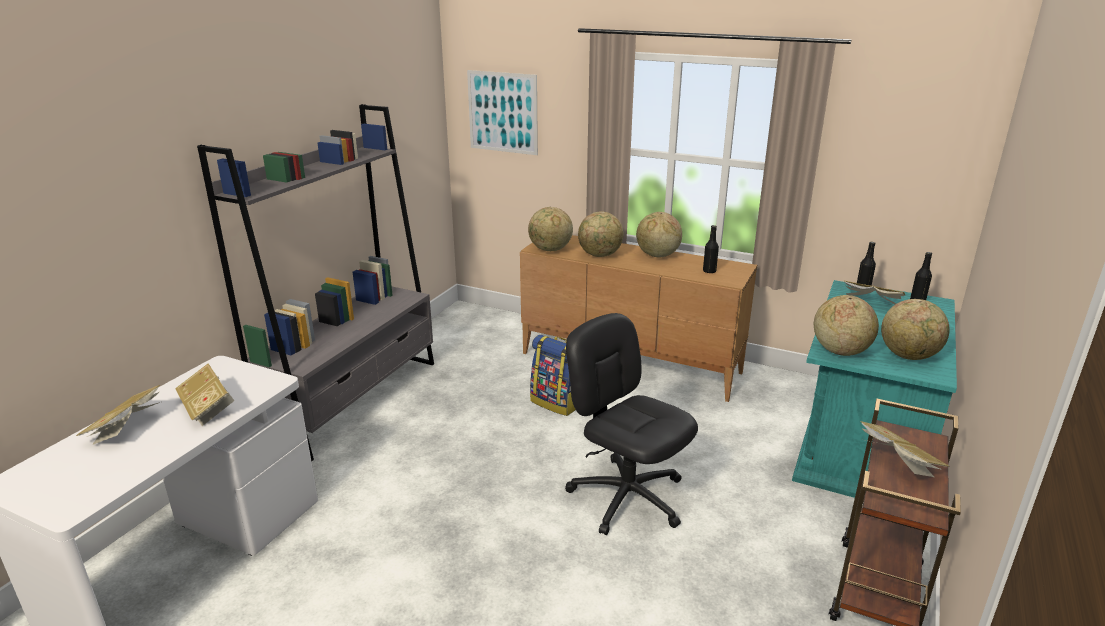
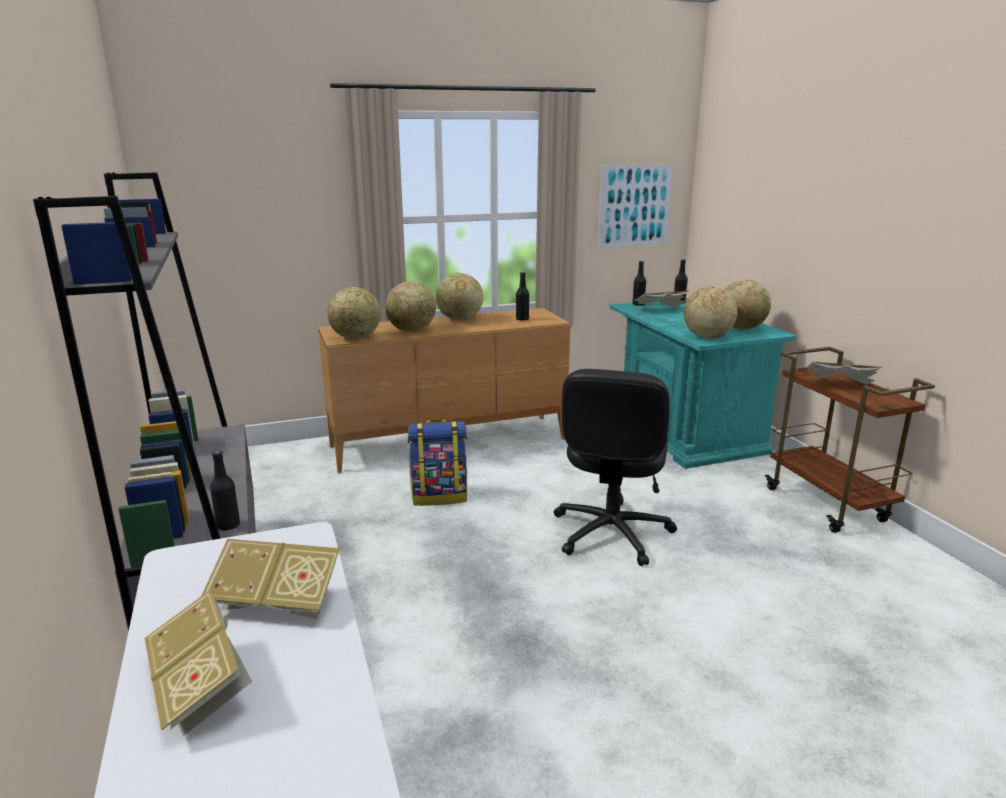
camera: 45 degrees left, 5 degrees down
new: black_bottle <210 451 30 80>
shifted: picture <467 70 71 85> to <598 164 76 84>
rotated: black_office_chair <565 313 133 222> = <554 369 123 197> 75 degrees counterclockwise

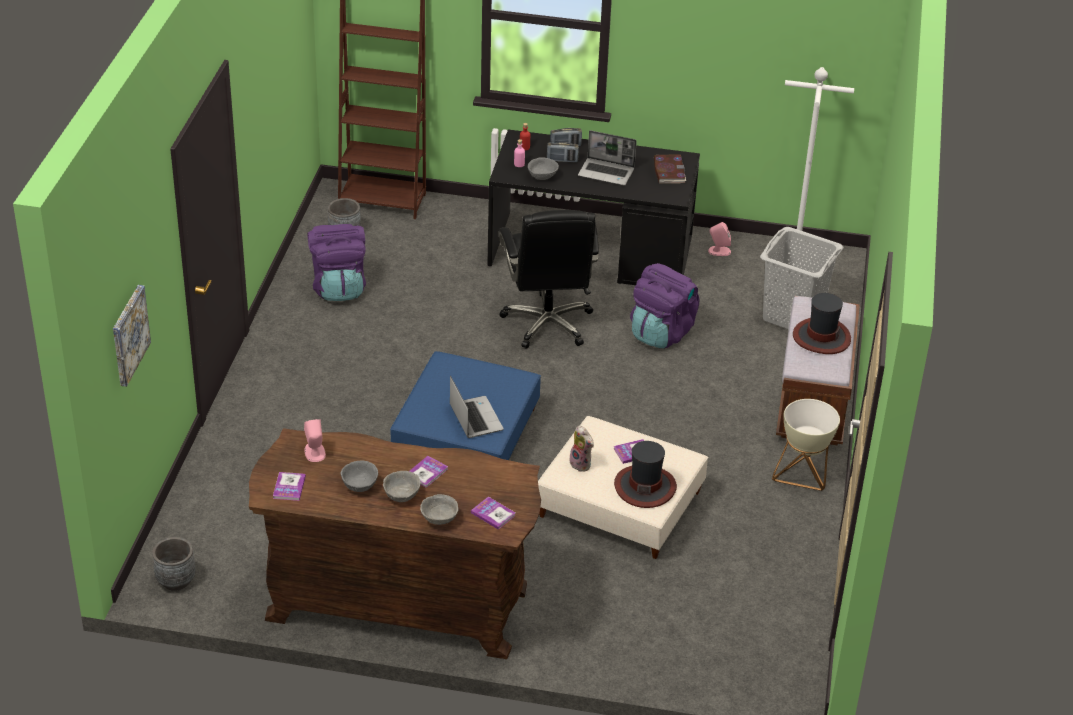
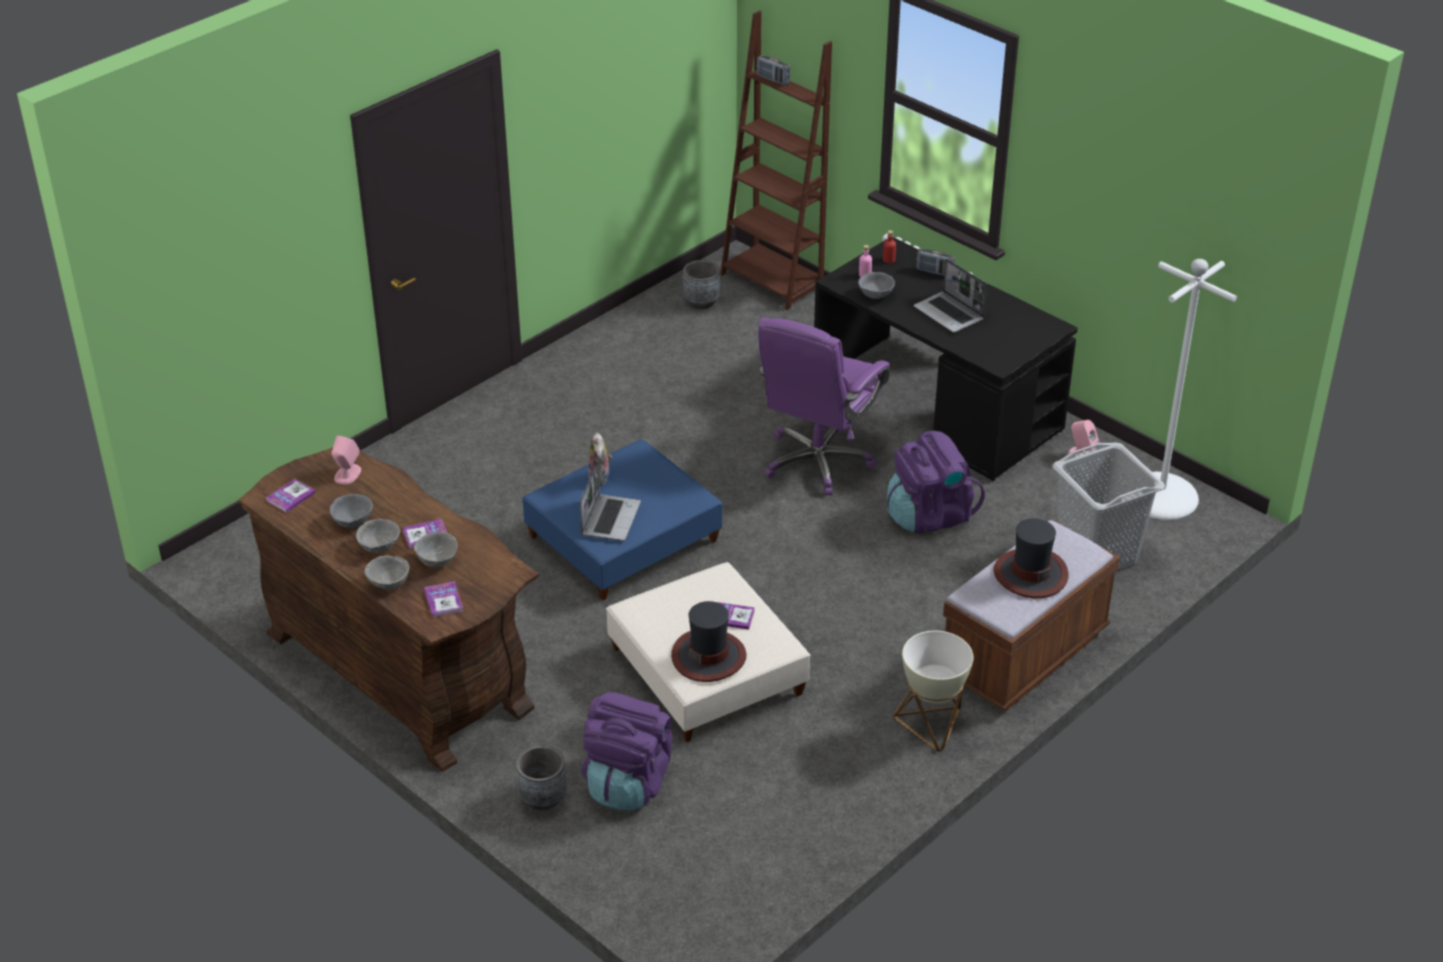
camera: 35 degrees right, 0 degrees up
gone: picture <113 285 38 102>; book <654 155 32 28>
new: grey_bowl <414 532 44 36>
shifted: grey_planter <152 537 44 54> to <516 745 51 66>; purple_backpack <308 224 58 77> to <581 692 91 118>; plush_toy <569 425 25 47> to <588 433 24 53>; radio <547 142 32 21> to <757 55 33 30>
repainted: black_office_chair <499 210 100 139> to purple_office_chair <758 318 132 178>

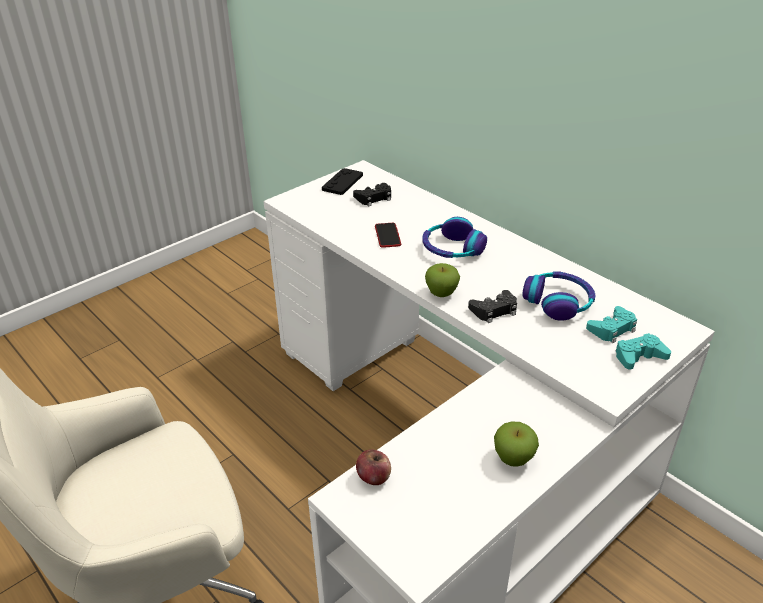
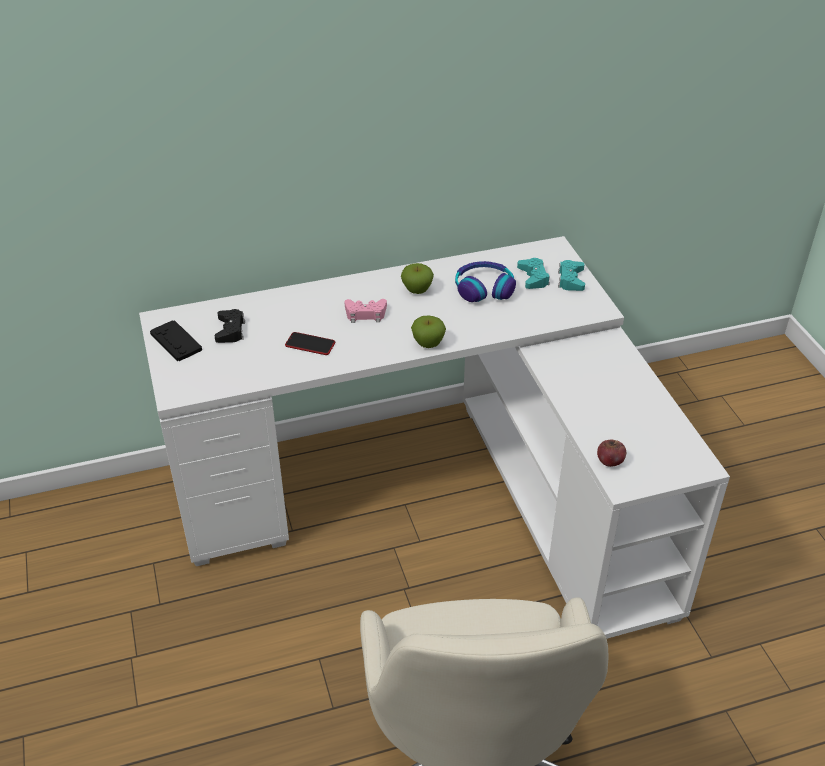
camera: 65 degrees left, 5 degrees up
gone: black_game_controller <468 290 49 33>
shifted: apple <494 422 45 44> to <401 263 33 31>
swapped: headphones <422 217 65 41> to pink_game_controller <344 299 43 24>

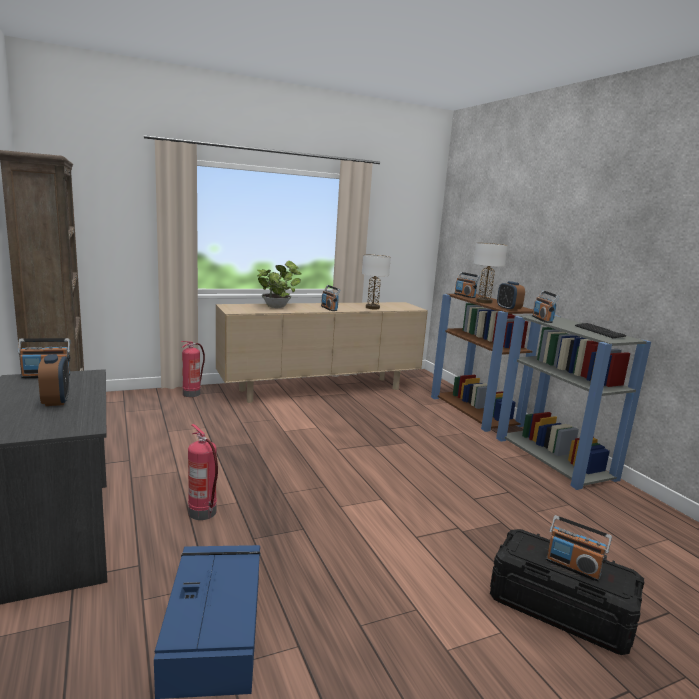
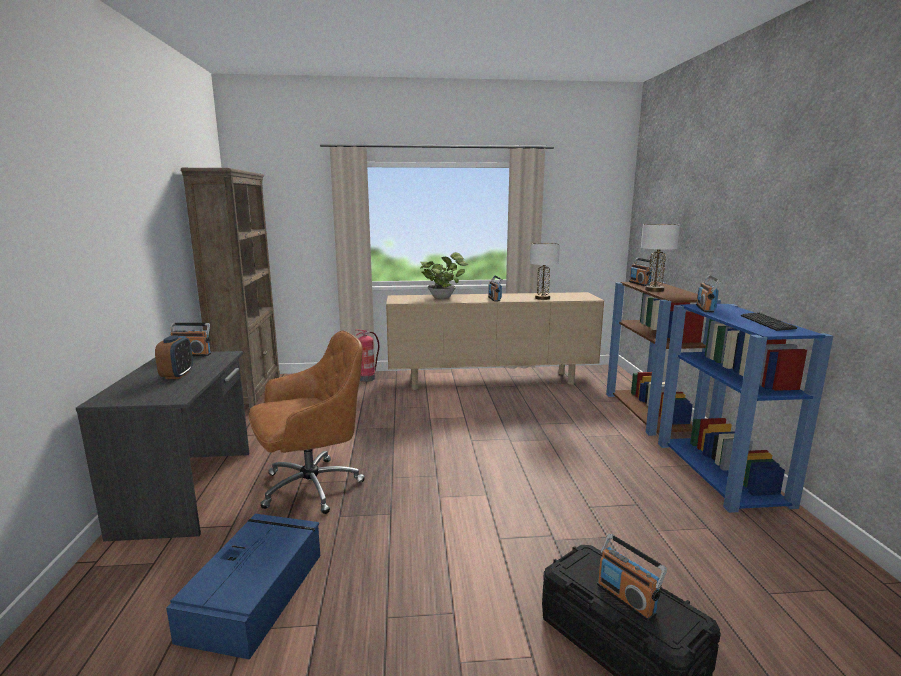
camera: 20 degrees right, 0 degrees up
gone: alarm_clock <497 281 28 30>
swapped: fire_extinguisher <188 424 30 96> to brown_office_chair <249 330 116 184>
repainted: grey_bookcase <496 315 155 175> to blue_bookcase <658 304 175 209>

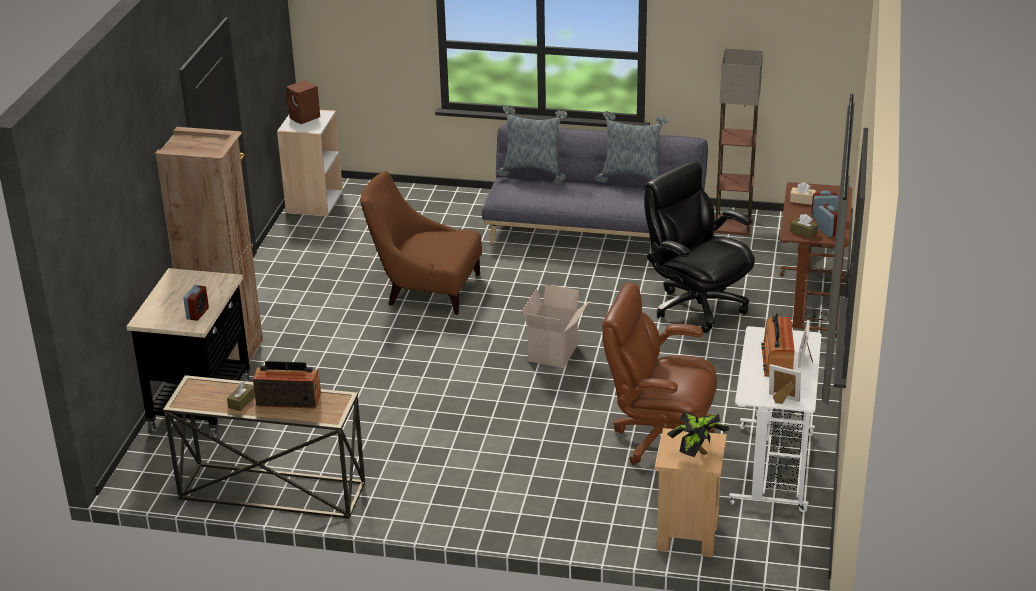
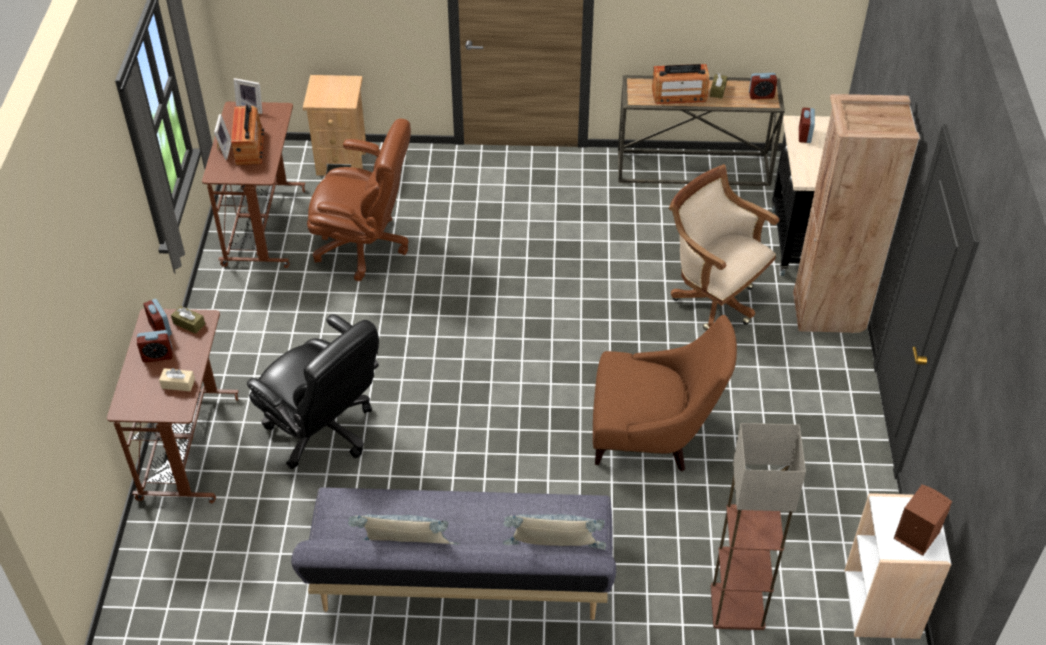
camera: 170 degrees right, 15 degrees up
gone: cardboard_box <522 284 67 84>; potted_plant <667 412 62 45>
new: office_chair <669 164 110 166>; alarm_clock <749 73 28 26>
shifted: floor_lamp <714 48 49 188> to <711 423 95 207>
repainted: white_desk <729 326 92 186> to brown_desk <202 102 103 166>

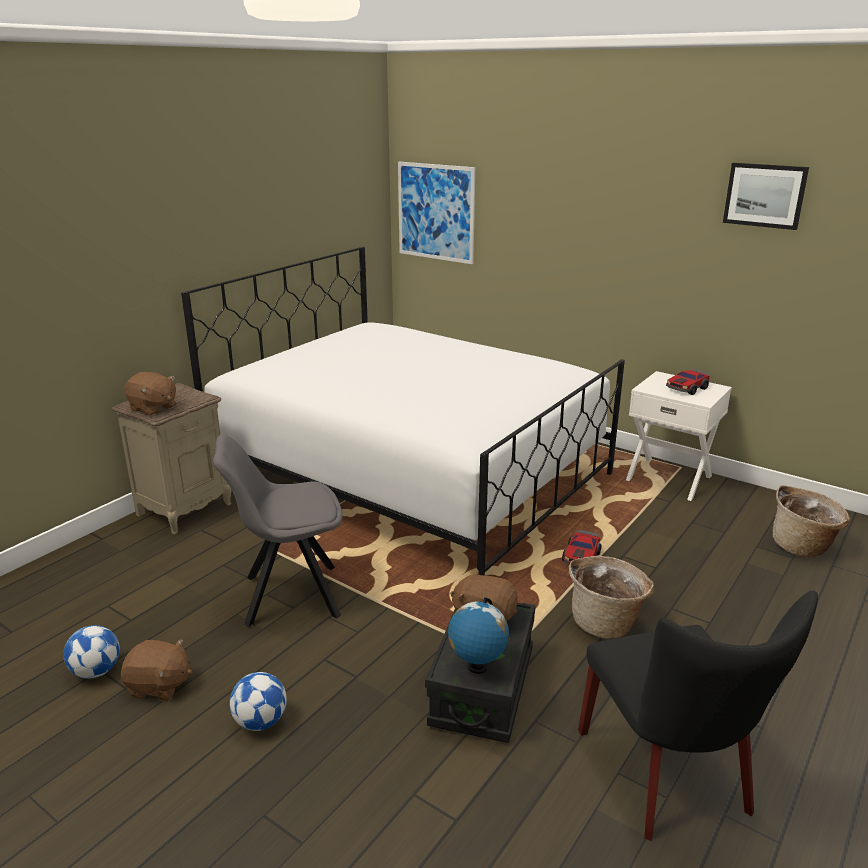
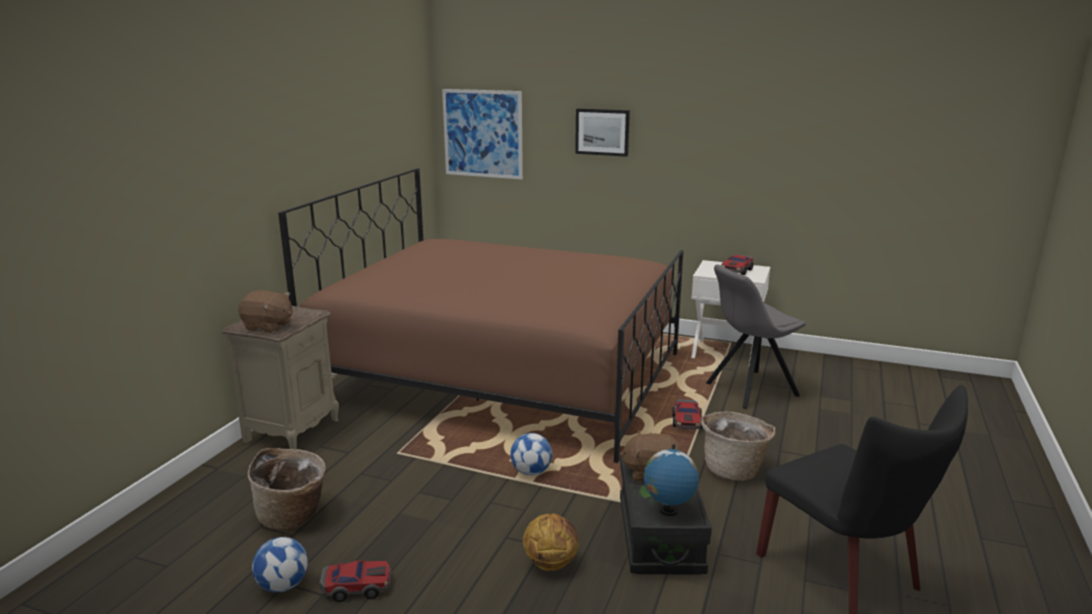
camera: 15 degrees left, 5 degrees down
new: basketball <523 513 56 58>
shifted: basket <772 485 78 72> to <248 448 78 82>; football <230 672 57 59> to <510 433 42 42>; picture <723 163 86 67> to <575 109 55 48>; grey_chair <213 434 130 193> to <706 264 100 145>
swapped: brown_plush_toy <121 639 71 62> to toy_car <320 560 71 42>
repainted: white_bed <181 247 444 328> to brown_bed <278 168 406 295>

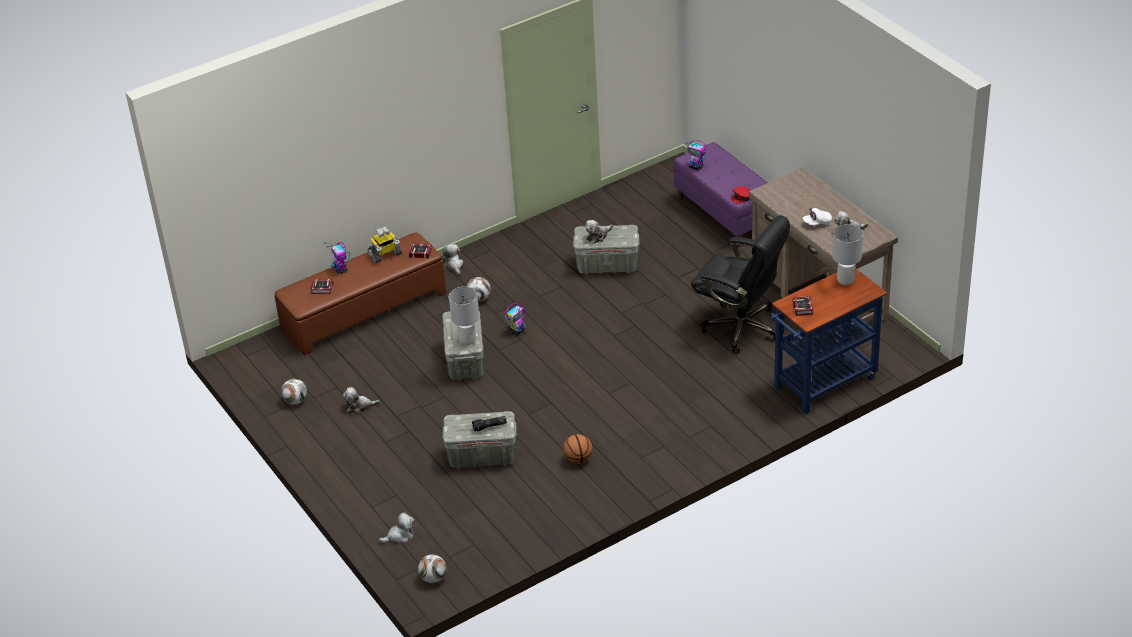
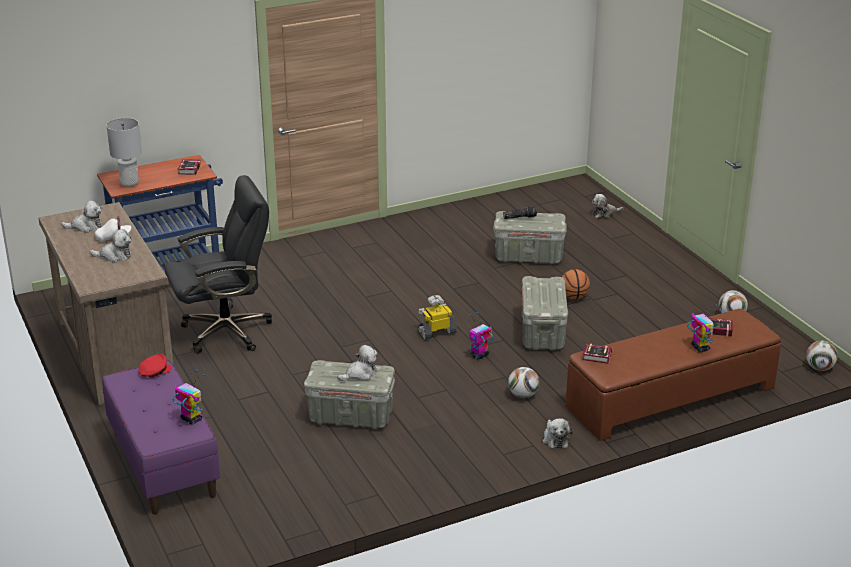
camera: 175 degrees left, 10 degrees down
gone: grey_table_lamp <449 287 30 58>
shifted: plush_toy <342 387 38 27> to <90 229 42 34>; toy_robot <367 227 35 36> to <417 295 40 45>; basketball <563 434 30 30> to <562 269 28 30>; football <418 554 29 29> to <806 340 32 31>
rotated: black_office_chair <691 215 99 139> = <165 175 107 179> 120 degrees clockwise

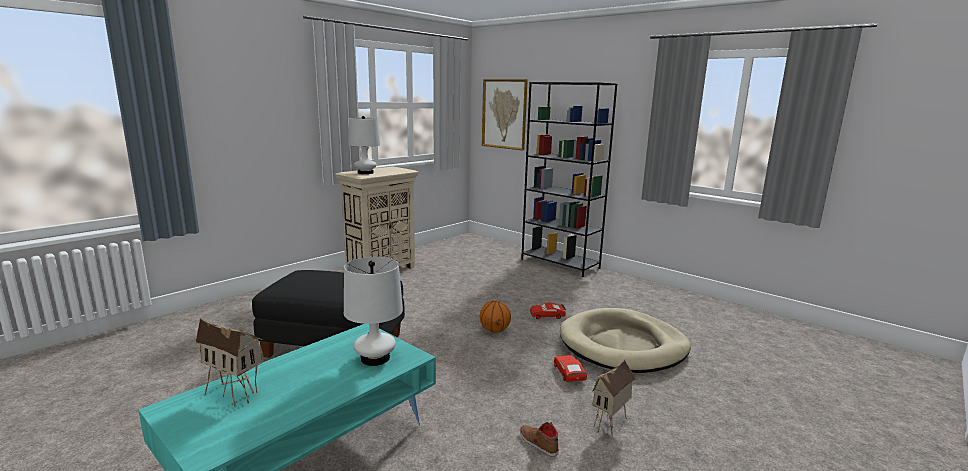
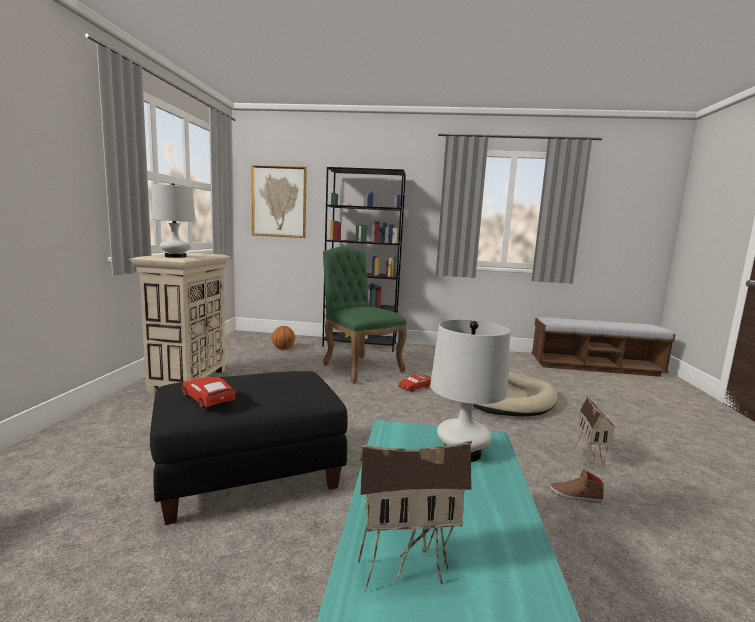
camera: 35 degrees left, 5 degrees down
new: green_chair <323 246 84 138>; bench <531 317 145 60>
shifted: red_toy_car <554 355 33 27> to <182 377 53 31>; basketball <480 300 31 33> to <272 326 23 23>

